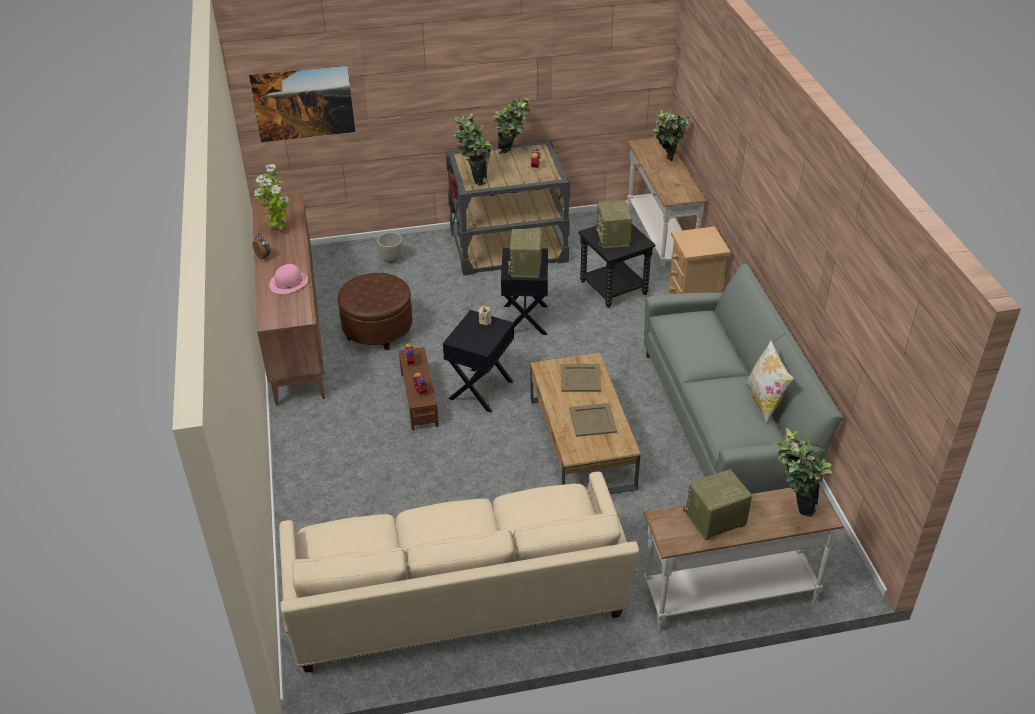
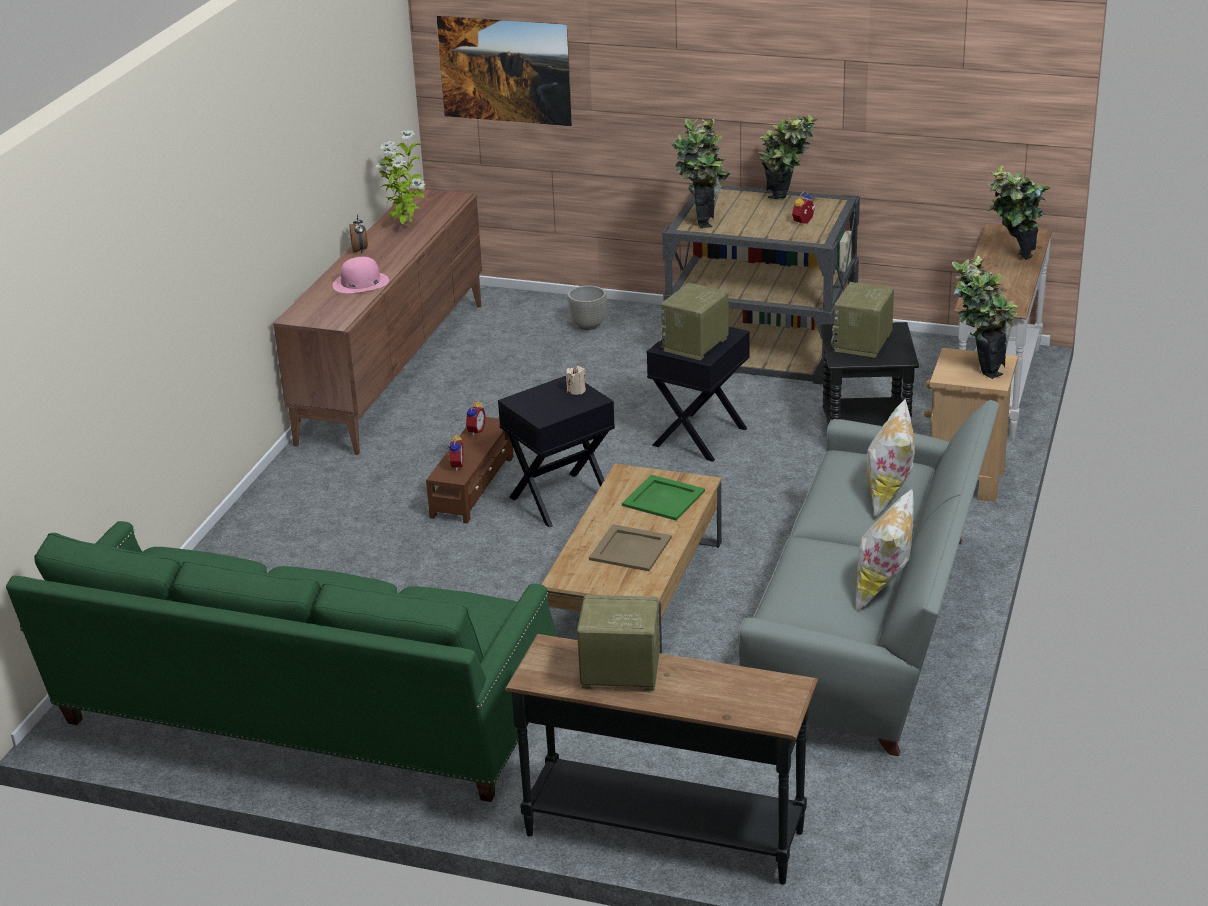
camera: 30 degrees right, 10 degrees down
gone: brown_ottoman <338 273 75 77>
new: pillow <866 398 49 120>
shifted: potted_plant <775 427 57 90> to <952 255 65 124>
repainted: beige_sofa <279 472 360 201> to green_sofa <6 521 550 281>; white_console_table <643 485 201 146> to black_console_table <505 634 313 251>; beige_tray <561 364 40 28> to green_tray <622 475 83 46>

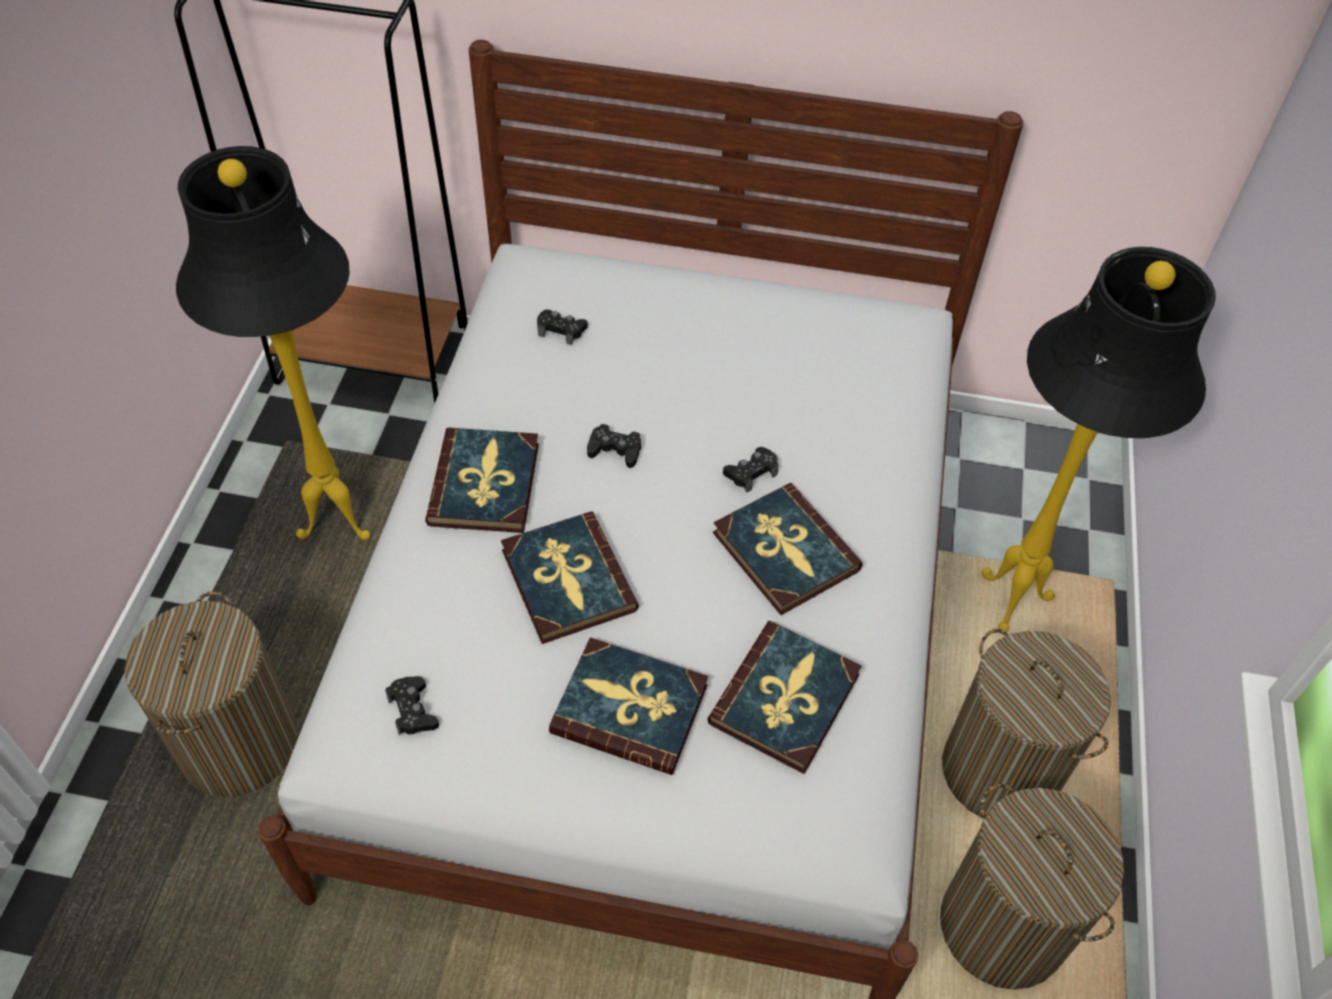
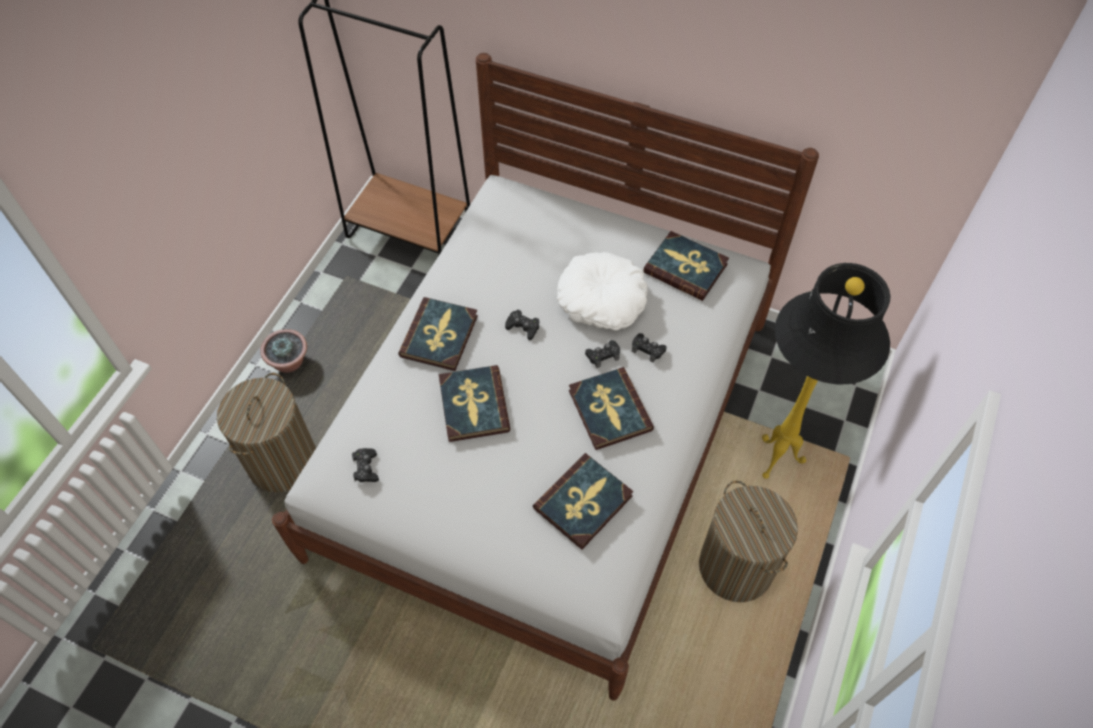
camera: 15 degrees right, 5 degrees up
gone: black_floor_lamp <176 146 194 395>; laundry_basket <940 784 184 206>
new: potted_plant <260 329 47 44>; white_pillow <557 252 91 79>
shifted: black_game_controller <537 309 51 36> to <632 333 35 30>; book <549 637 159 138> to <643 231 86 70>

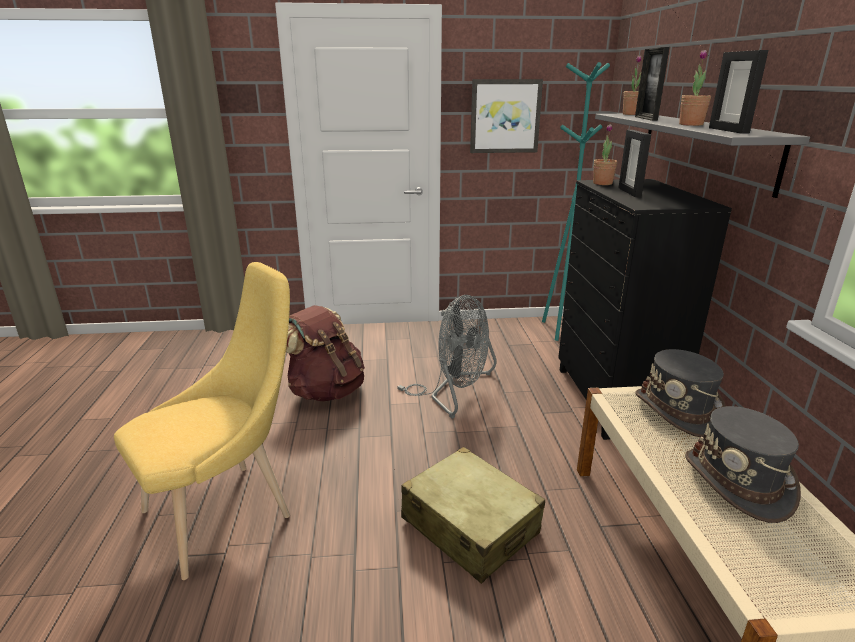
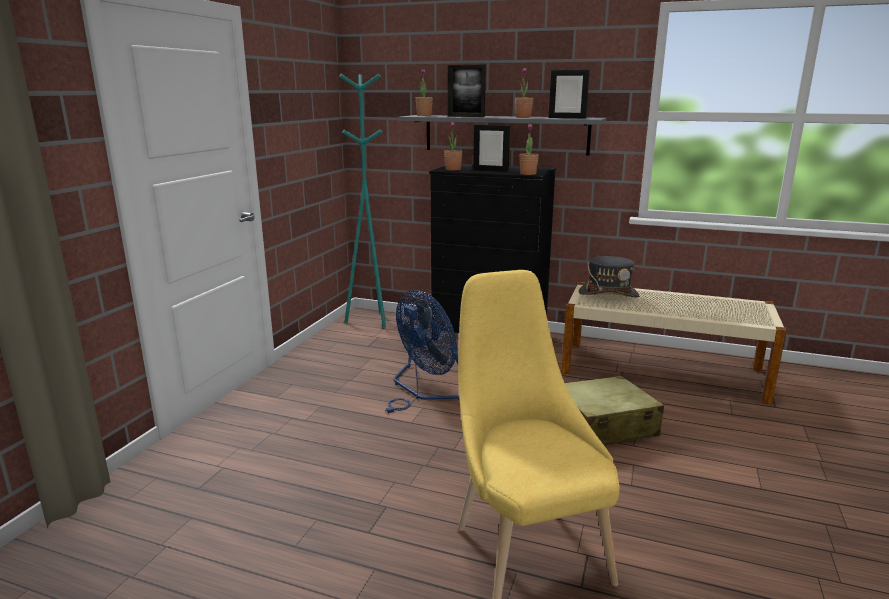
camera: 65 degrees left, 5 degrees down
gone: brown_backpack <286 305 79 97>; picture <470 79 73 74>; grey_hat <685 406 116 117>
new: potted_plant <519 124 20 51>
repainted: grey_fan <397 295 100 124> to blue_fan <386 290 73 123>

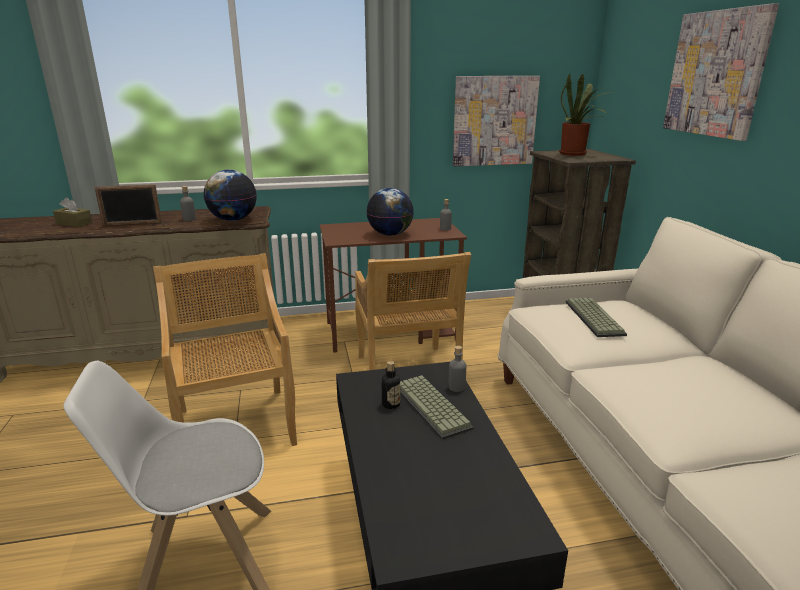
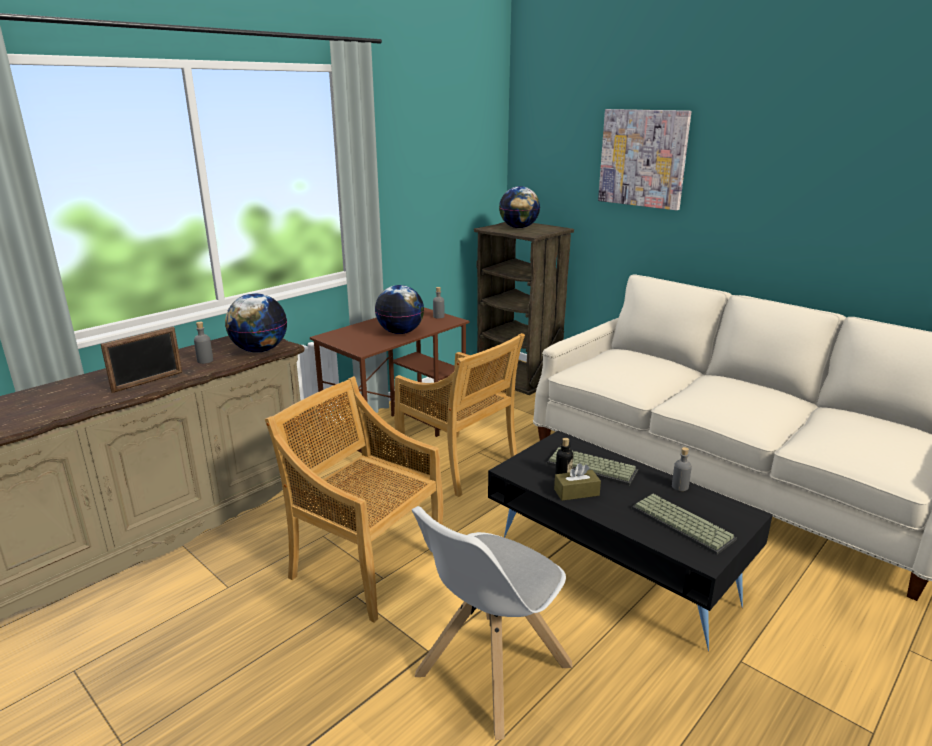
camera: 35 degrees left, 0 degrees up
gone: picture <453 76 87 90>
shifted: brown_tissue_box <53 197 39 30> to <554 463 47 38>; keyboard <566 298 61 39> to <632 494 105 61>; grey_bottle <448 346 18 46> to <672 447 20 44>
swapped: potted_plant <559 74 55 82> to globe <499 186 41 42>

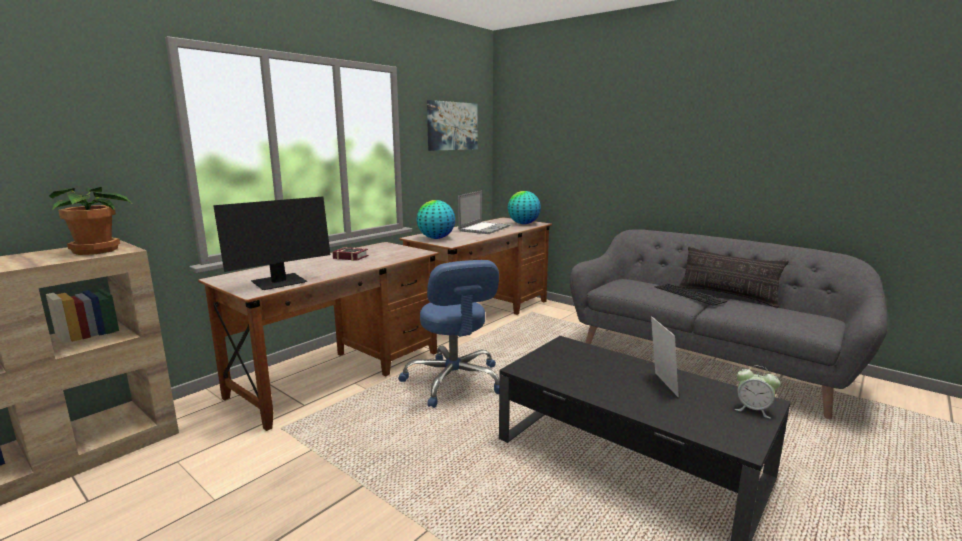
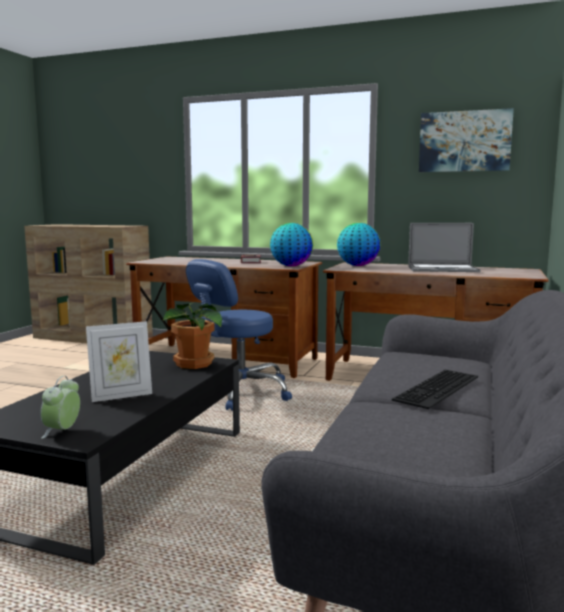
camera: 70 degrees right, 5 degrees down
gone: monitor <213 197 118 93>; pillow <678 246 111 62>
shifted: potted_plant <49 187 82 68> to <163 303 59 66>; globe <508 191 33 33> to <270 223 43 43>

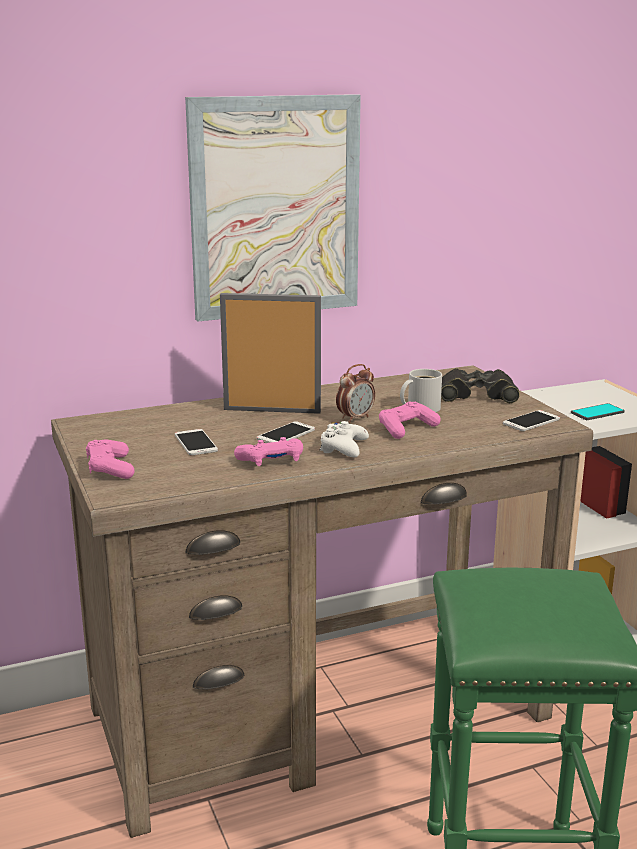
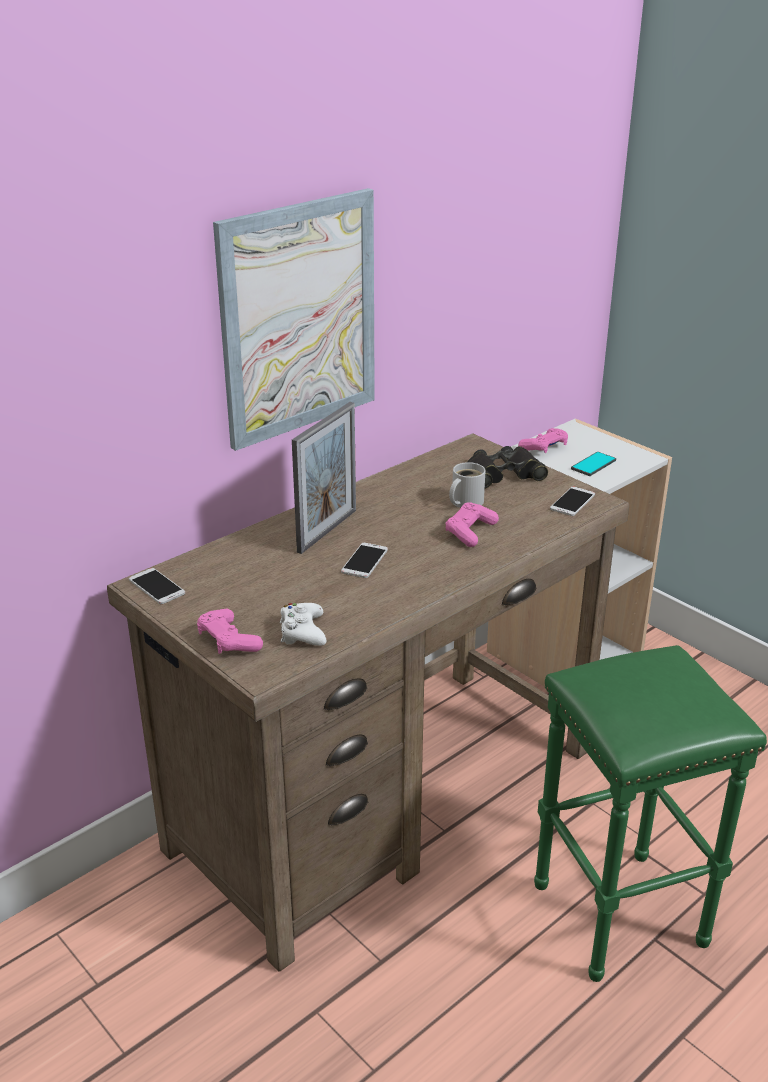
camera: 20 degrees left, 10 degrees up
gone: alarm_clock <336 364 39 59>
shifted: phone <175 429 43 26> to <129 568 56 36>; white_game_controller <320 421 49 36> to <280 603 46 43>; pink_game_controller <234 437 69 29> to <518 428 50 25>
rotated: picture_frame <220 293 101 121> = <292 402 64 152> 135 degrees clockwise

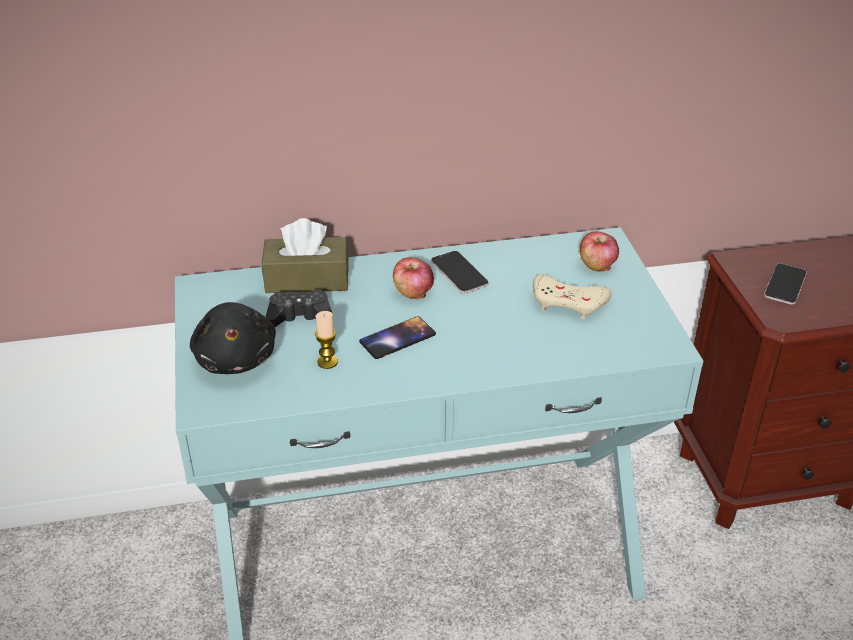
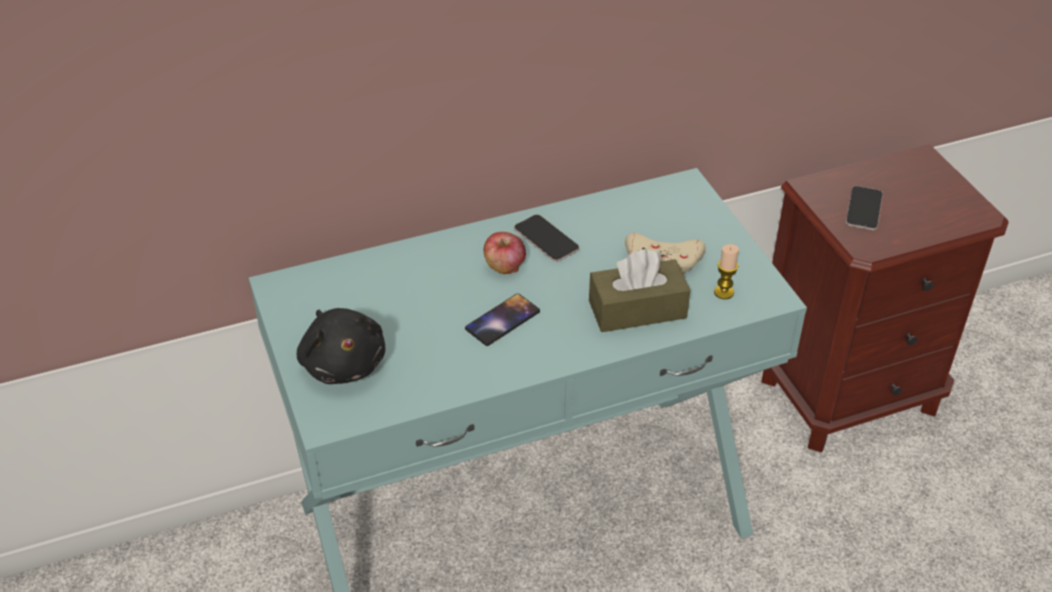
camera: 10 degrees left, 5 degrees up
gone: black_game_controller <266 289 66 38>; apple <580 231 39 41>
shifted: brown_tissue_box <262 218 87 75> to <589 249 101 83>; candle <315 311 23 58> to <714 244 25 55>

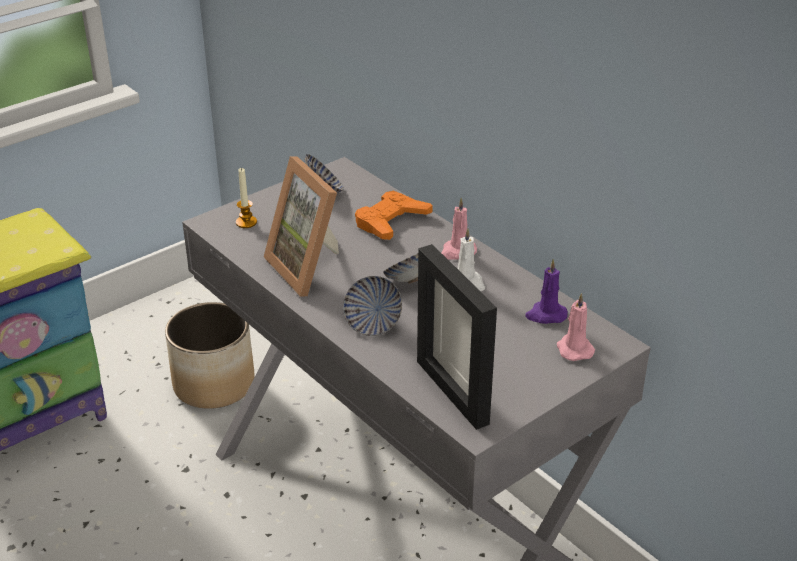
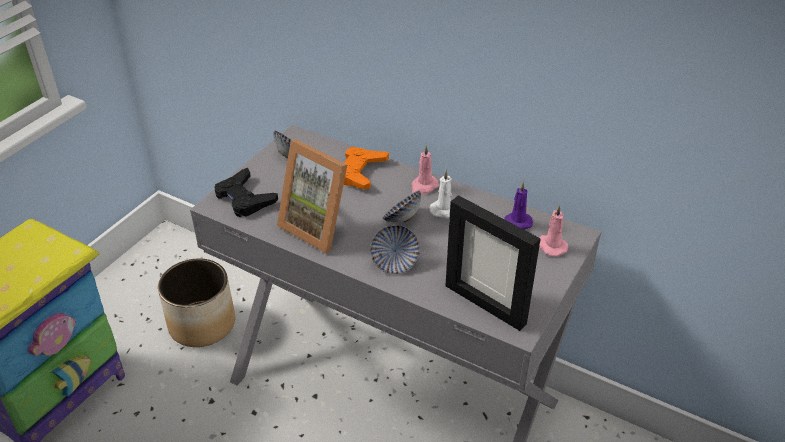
camera: 20 degrees left, 5 degrees up
swapped: candle <236 167 21 61> to black_game_controller <214 168 64 49>

